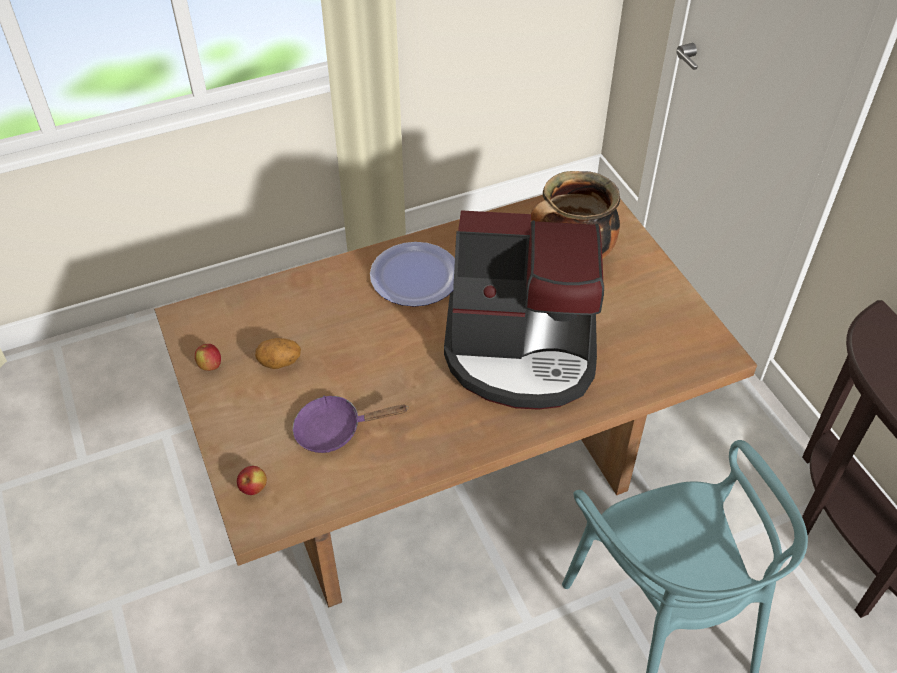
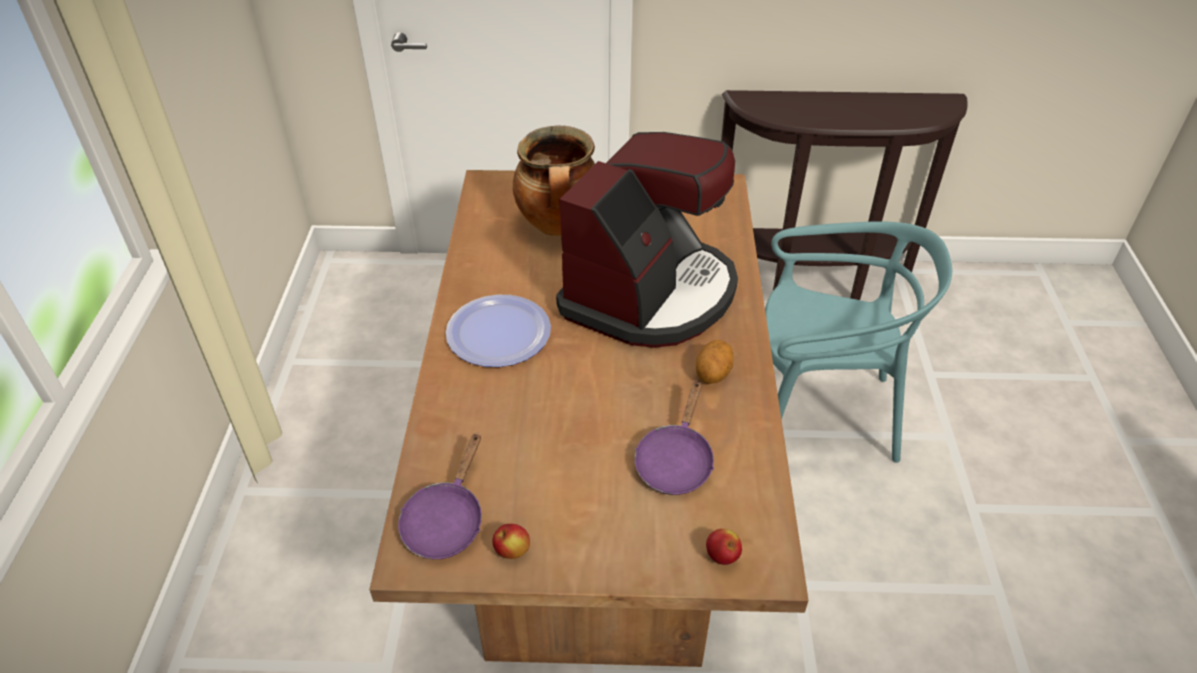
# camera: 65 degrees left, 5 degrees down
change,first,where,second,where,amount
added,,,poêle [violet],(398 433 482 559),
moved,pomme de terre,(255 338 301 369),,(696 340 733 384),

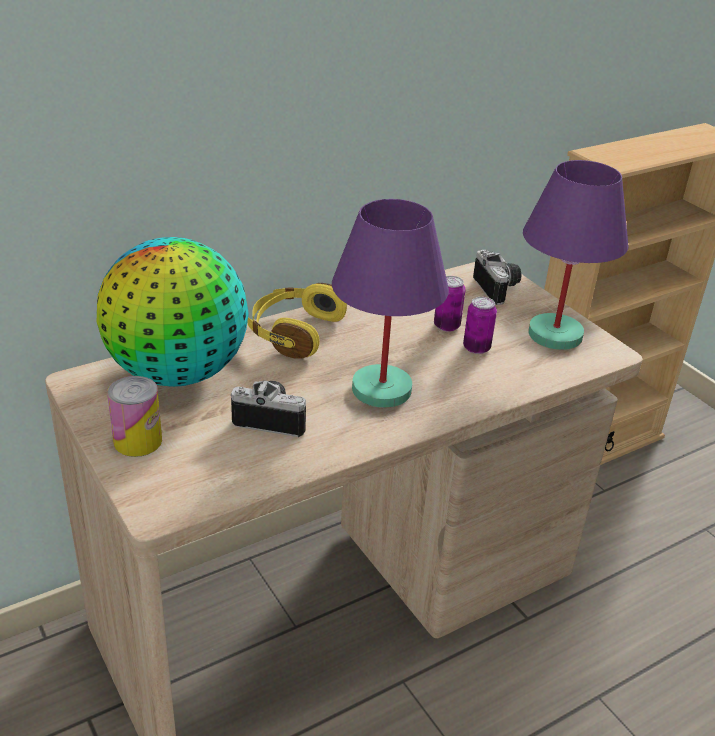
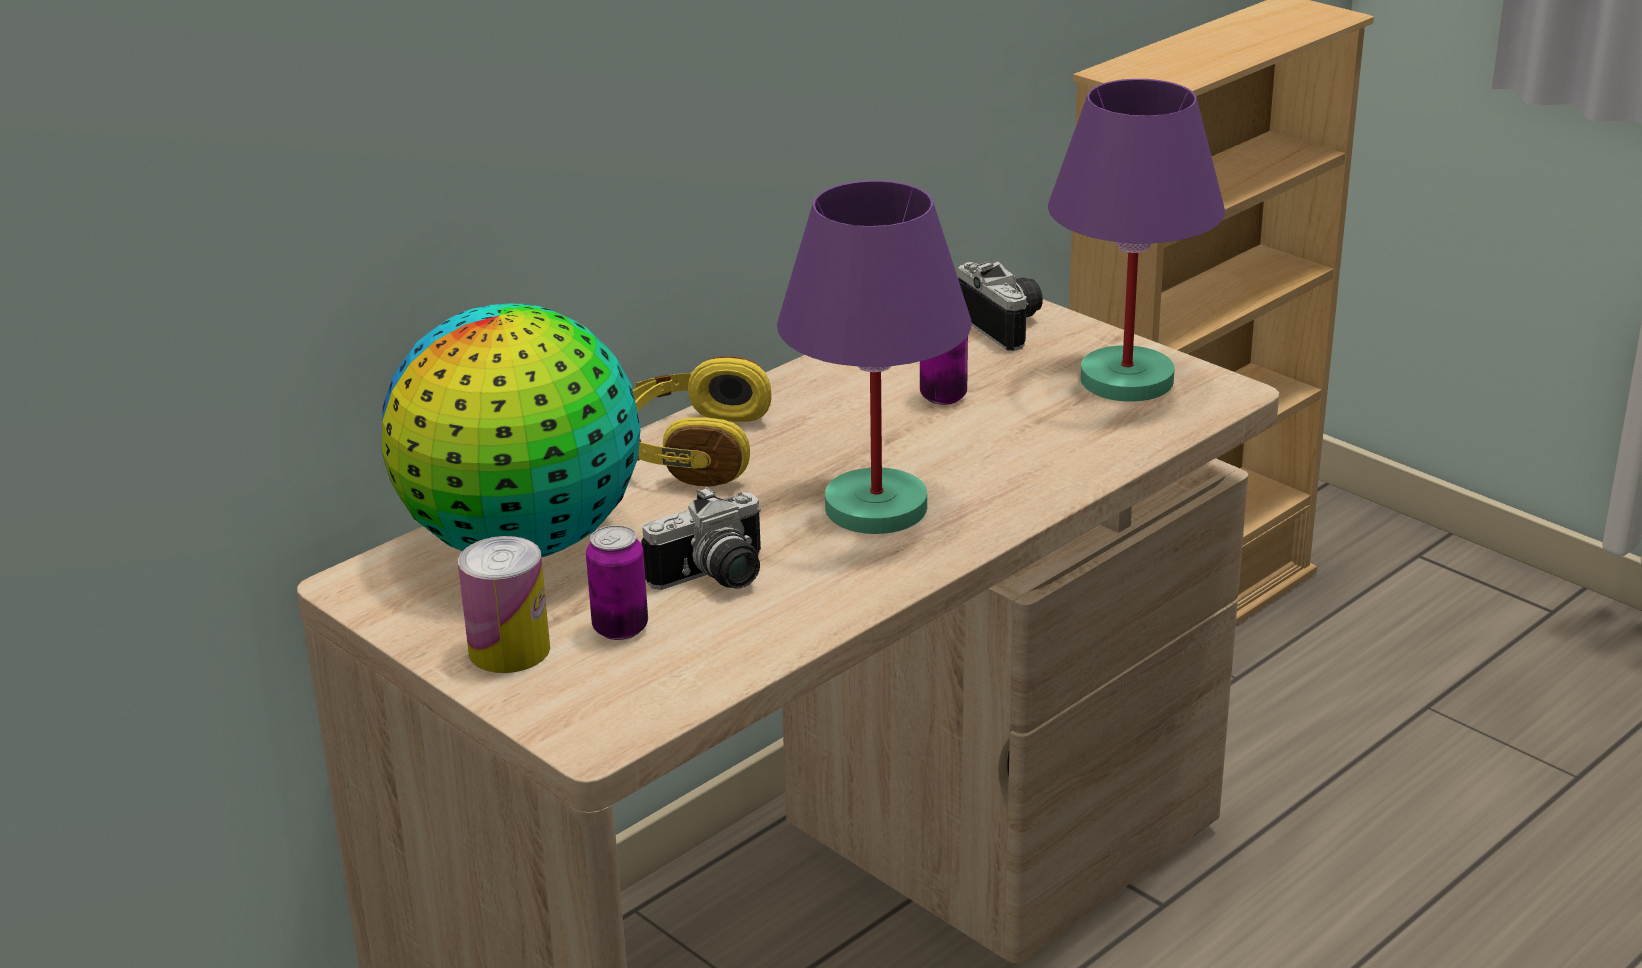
# camera: 10 degrees left, 5 degrees down
change,first,where,second,where,amount
moved,boîte métallique,(463 297 497 354),,(586 525 648 640),
turned,appareil photo,(231 380 306 437),,(641 487 761 590),150 degrees clockwise

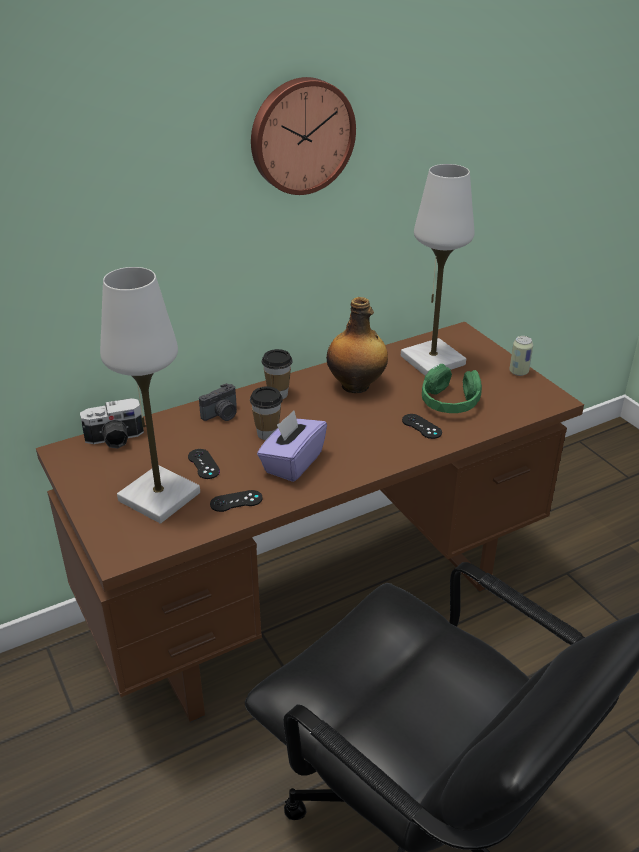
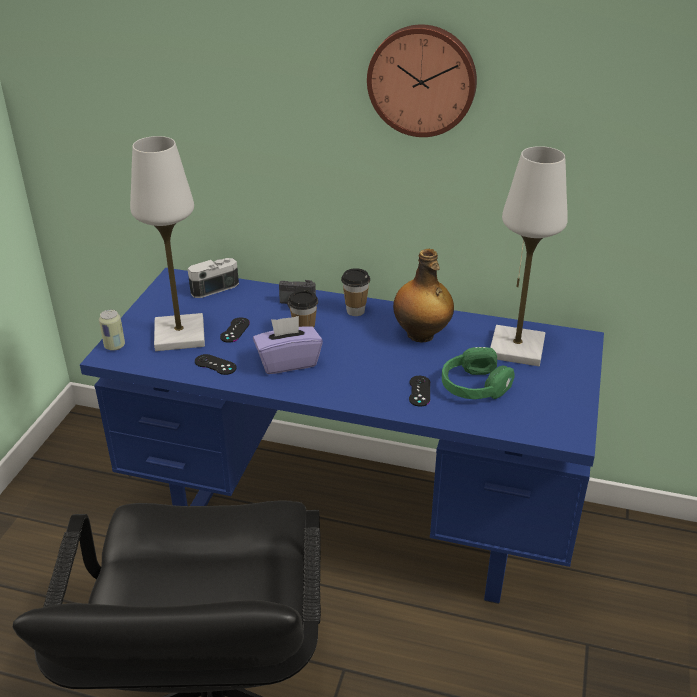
# camera: 45 degrees right, 0 degrees up
change,first,where,second,where,amount
recoloured,bureau [marron],(36 322 584 723),bureau [bleu],(80 268 604 604),
moved,boîte métallique,(510 336 533 376),,(99 310 125 351),
turned,appareil photo,(80 398 144 449),,(188 258 239 298),120 degrees clockwise

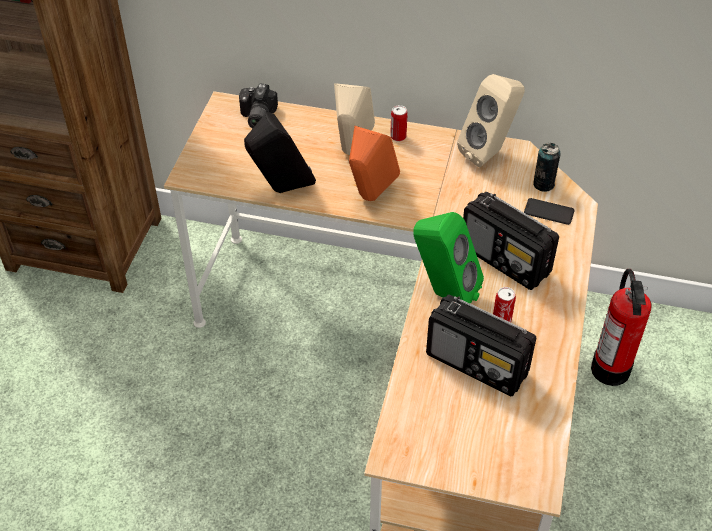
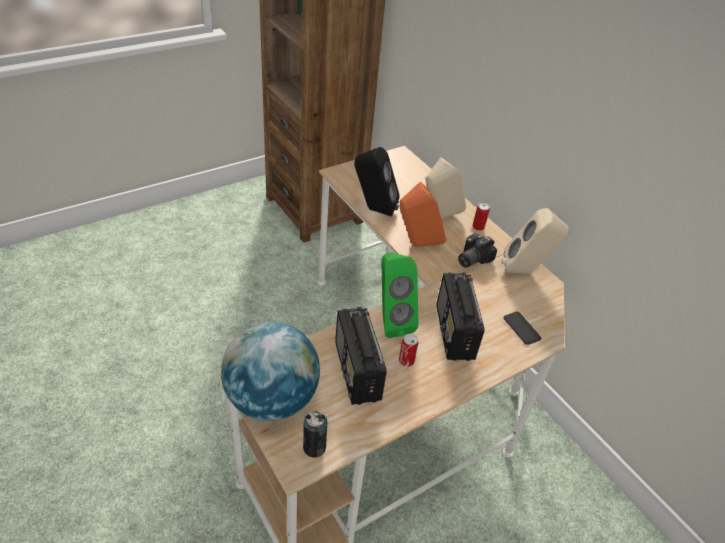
# camera: 40 degrees right, 5 degrees down
change,first,where,second,where,amount
added,,,globe,(221 322 320 421),
moved,boîte métallique,(533 143 561 192),,(303 411 327 458),
moved,appareil photo,(239 84 278 128),,(458 233 497 267),
removed,extincteur,(591 269 652 386),,,

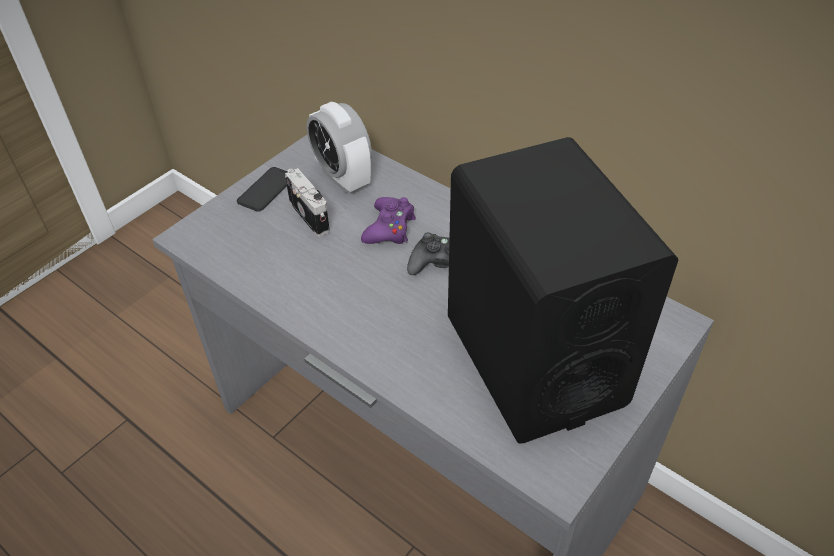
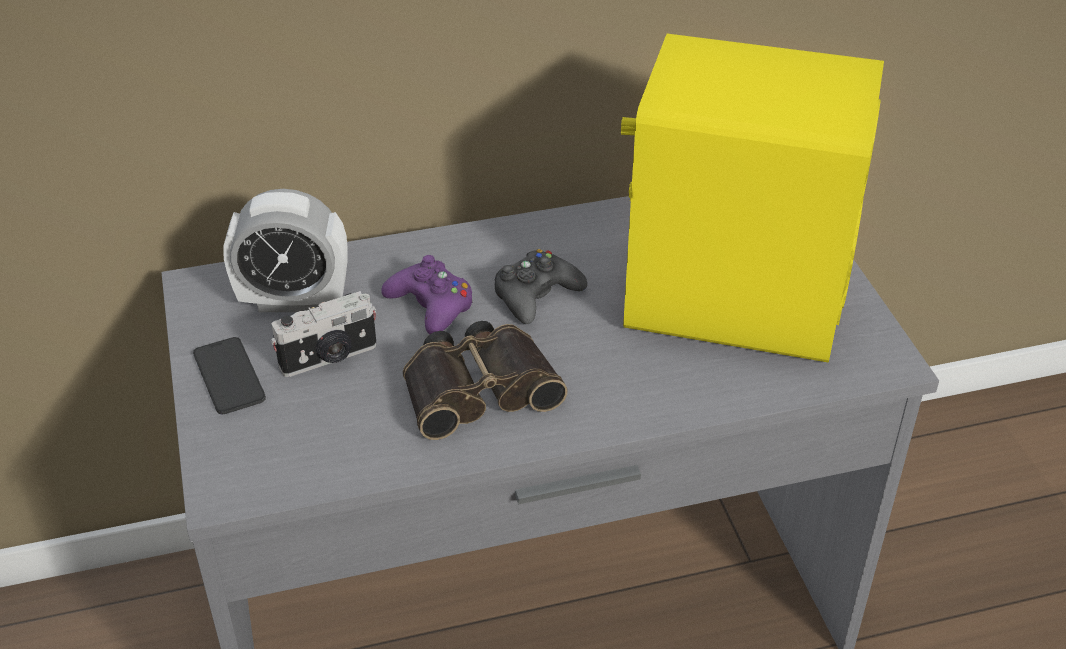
# camera: 55 degrees left, 5 degrees down
change,first,where,second,where,amount
turned,appareil photo,(285 168 330 237),,(271 291 377 377),150 degrees clockwise
added,,,jumelles,(403 321 567 440),
recoloured,enceinte [noir],(448 137 678 444),enceinte [jaune],(621 34 884 363),

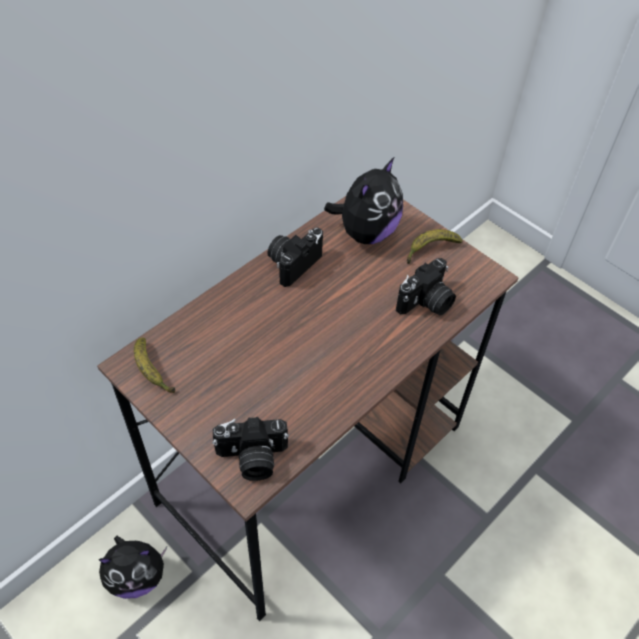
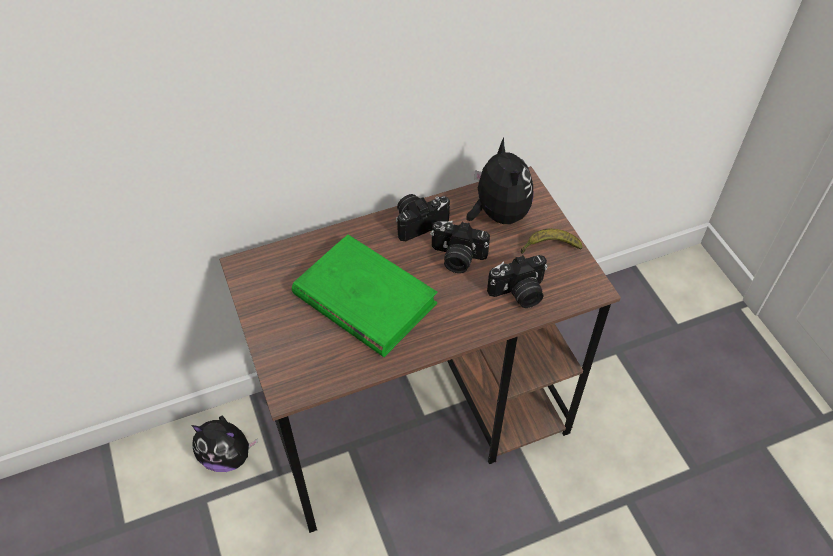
# camera: 25 degrees right, 0 degrees up
change,first,where,second,where,amount
added,,,livre [vert],(292 235 438 357),
moved,appareil photo,(212 417 289 481),,(430 221 490 273),
turned,peluche,(324 157 403 244),,(467 138 533 224),75 degrees counterclockwise
removed,banane,(134 338 175 393),,,

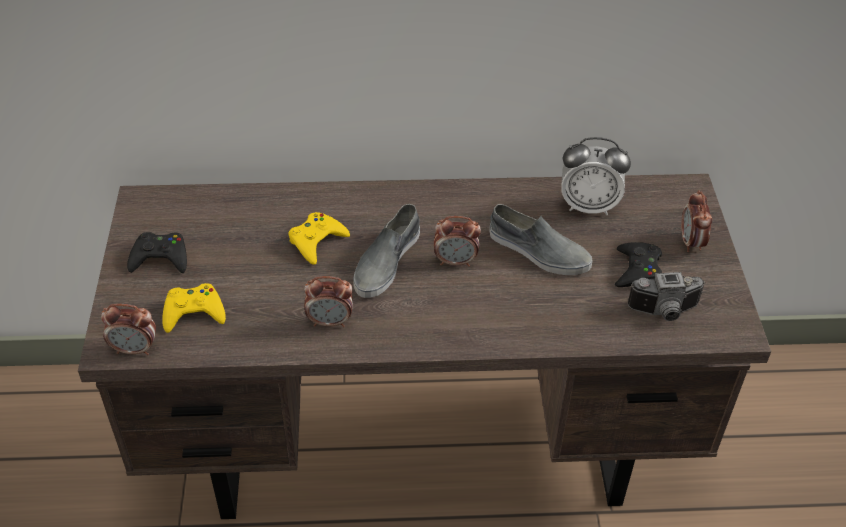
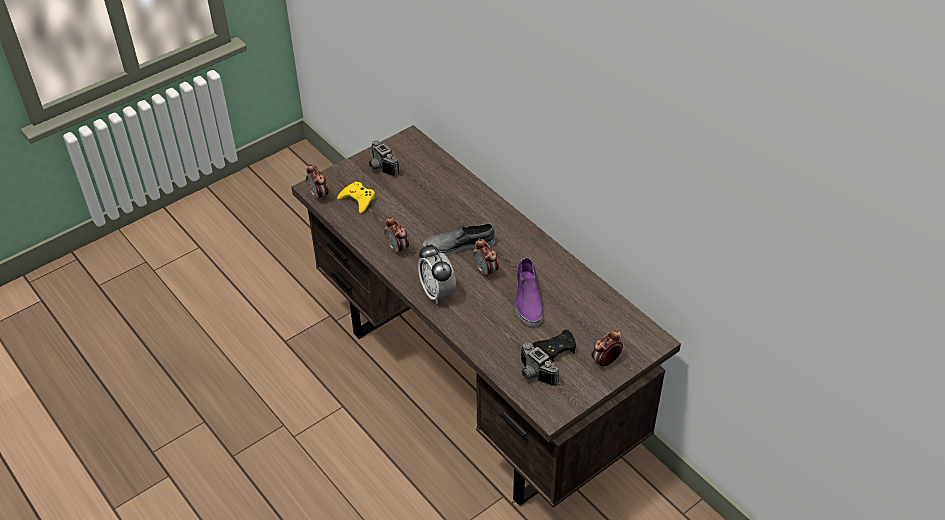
# camera: 55 degrees right, 0 degrees up
change,first,where,second,where,amount
replaced,manette [noir],(127 232 187 273),appareil photo,(369 140 399 176),
moved,réveil,(561 137 631 215),,(418 244 456 304),
recoloured,chaussure [gris],(489 204 593 275),chaussure [violet],(516 258 543 327),
removed,manette [jaune],(288 212 350 265),,,

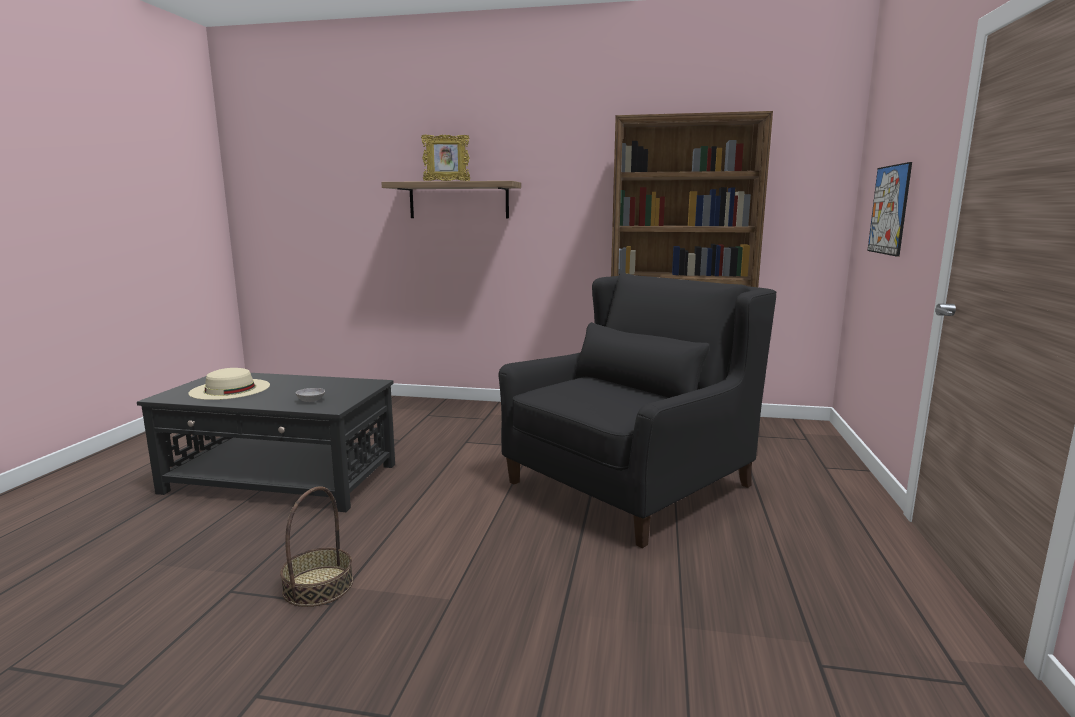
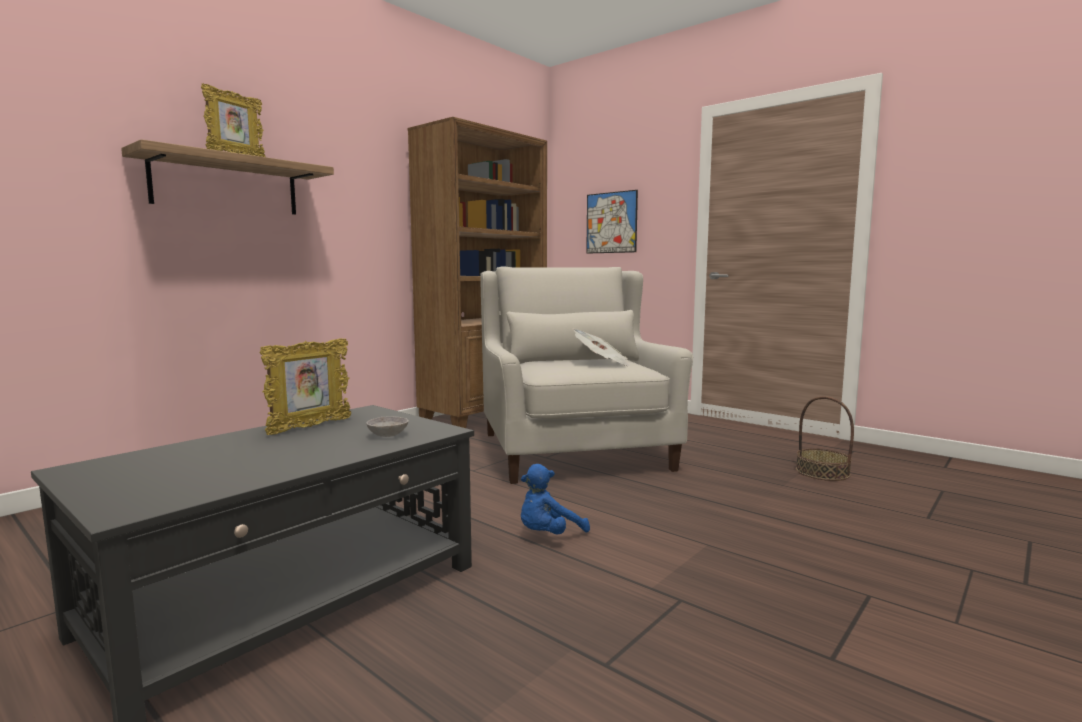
# camera: 60 degrees left, 5 degrees down
change,first,where,second,where,amount
added,,,cadre photo,(260 339 351 435),
recoloured,fauteuil [noir],(499 273 776 548),fauteuil [blanc],(480 266 693 484),
added,,,peluche [bleu],(521 464 590 535),
added,,,journal,(573 329 629 366),
moved,panier,(280 486 353 607),,(796 396 854 481),
removed,chapeau [beige],(188 368 270 400),,,

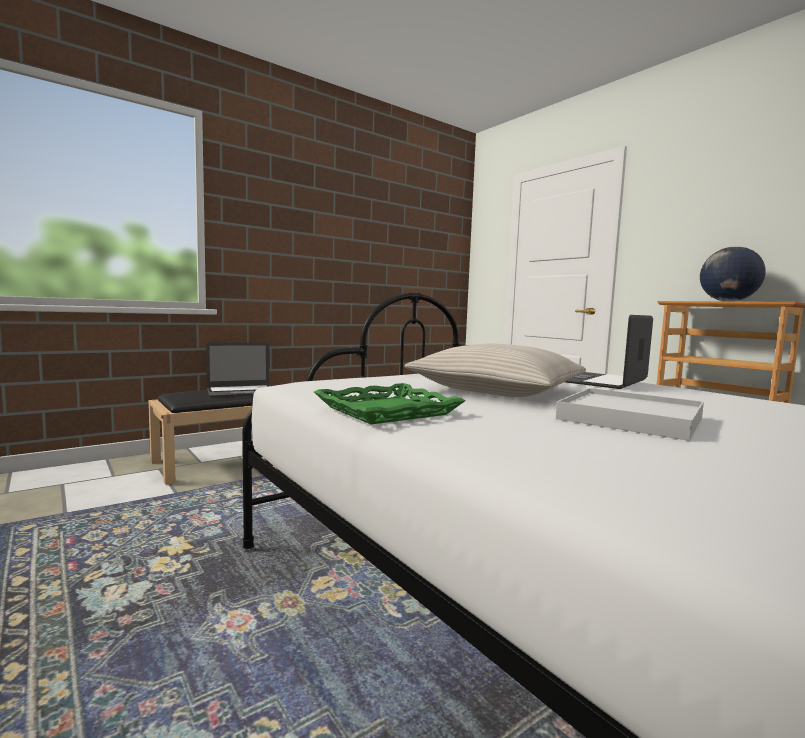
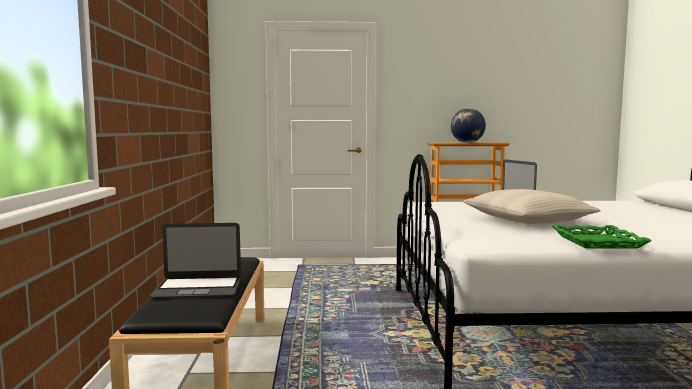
# camera: 55 degrees left, 0 degrees up
change,first,where,second,where,amount
turned,ordinateur portable,(206 343 269 397),,(149 223 241 298),75 degrees clockwise
removed,plateau [blanc],(556 388 704 441),,,

